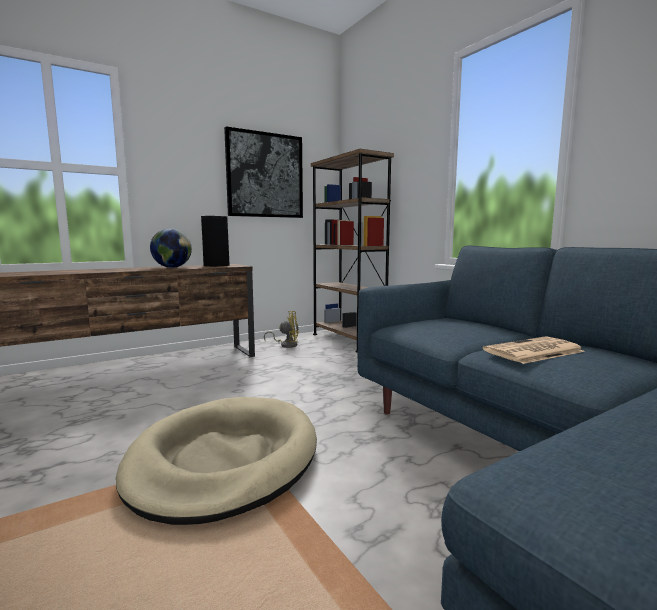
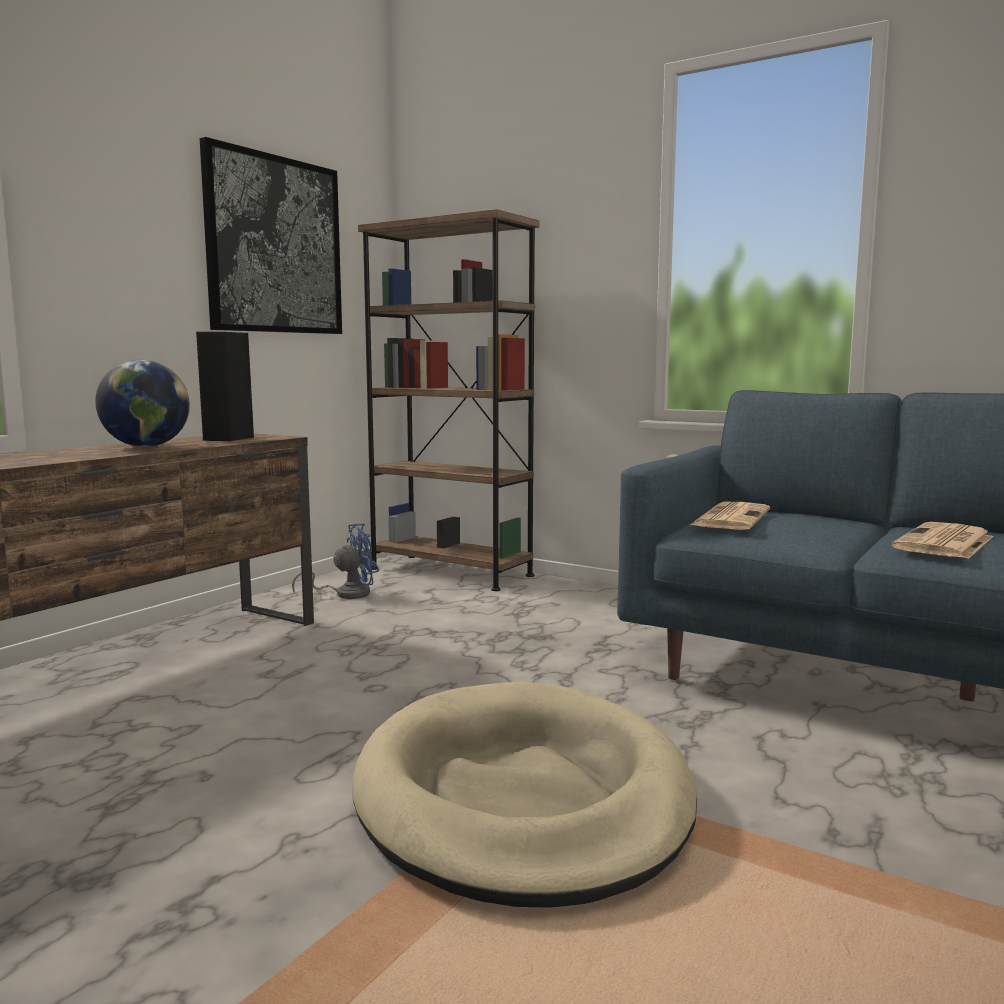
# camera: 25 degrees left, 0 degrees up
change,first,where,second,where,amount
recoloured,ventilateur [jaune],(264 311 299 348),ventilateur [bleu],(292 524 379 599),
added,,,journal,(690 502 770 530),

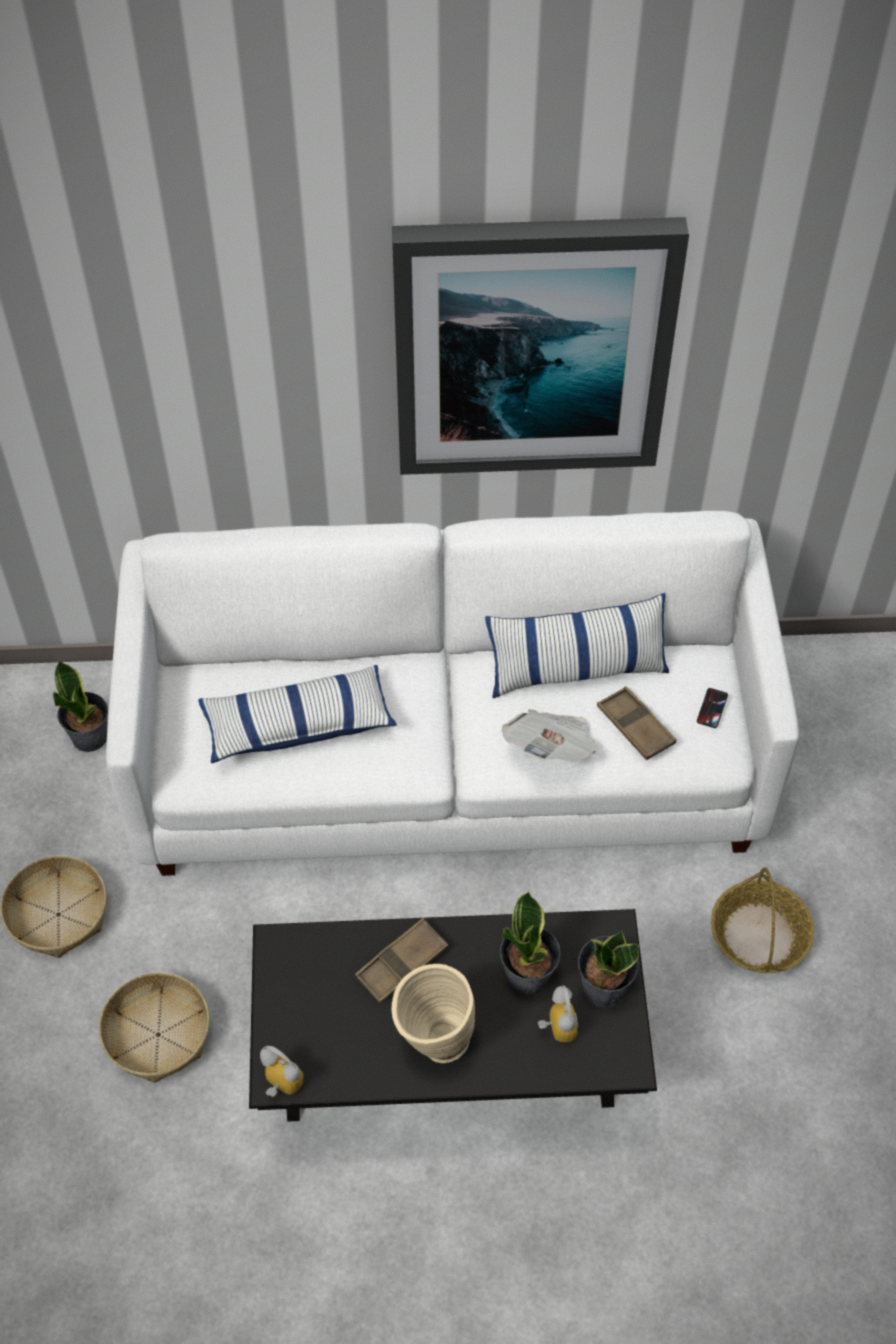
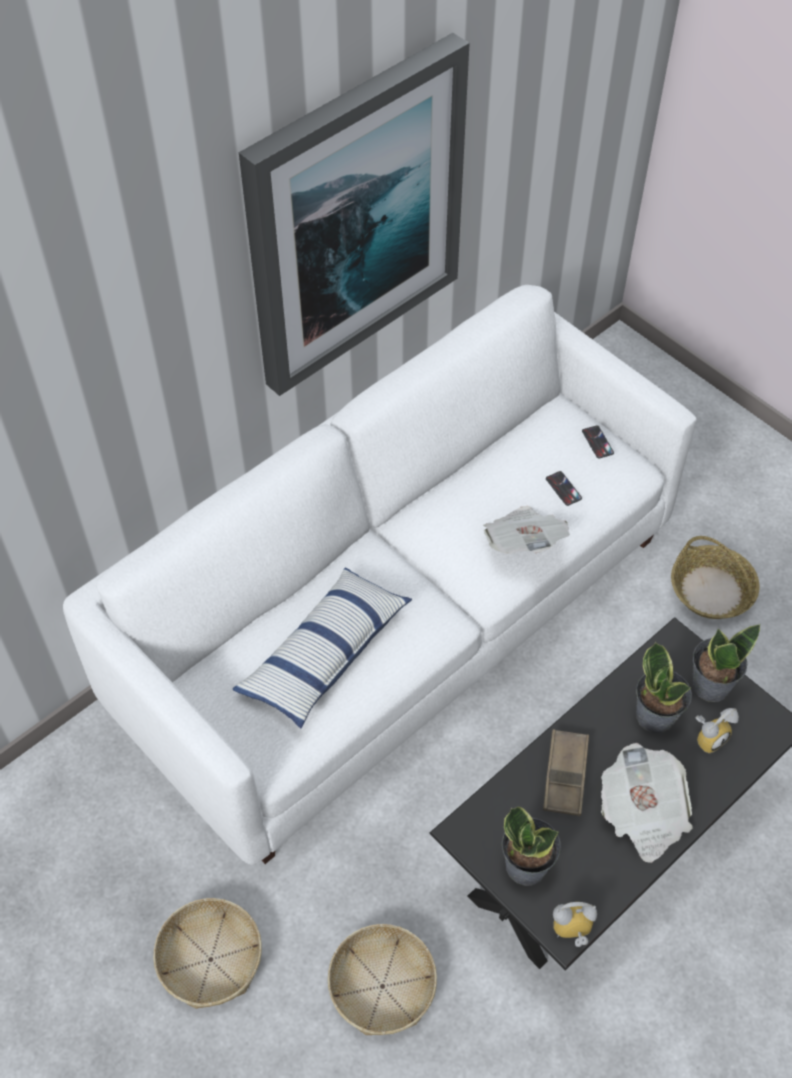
# camera: 40 degrees left, 0 degrees up
change,first,where,second,where,amount
moved,plante en pot,(53 660 108 752),,(502 807 561 886),
replaced,plateau [marron],(597 687 676 760),téléphone,(546 471 582 506),
replaced,vase [beige],(392 964 475 1063),journal,(601 743 693 863),
turned,réveil,(538 985 578 1042),,(695 708 739 753),105 degrees clockwise
removed,coussin,(485 593 669 698),,,

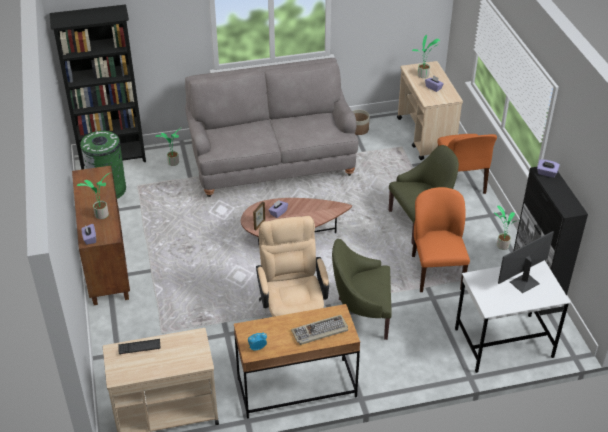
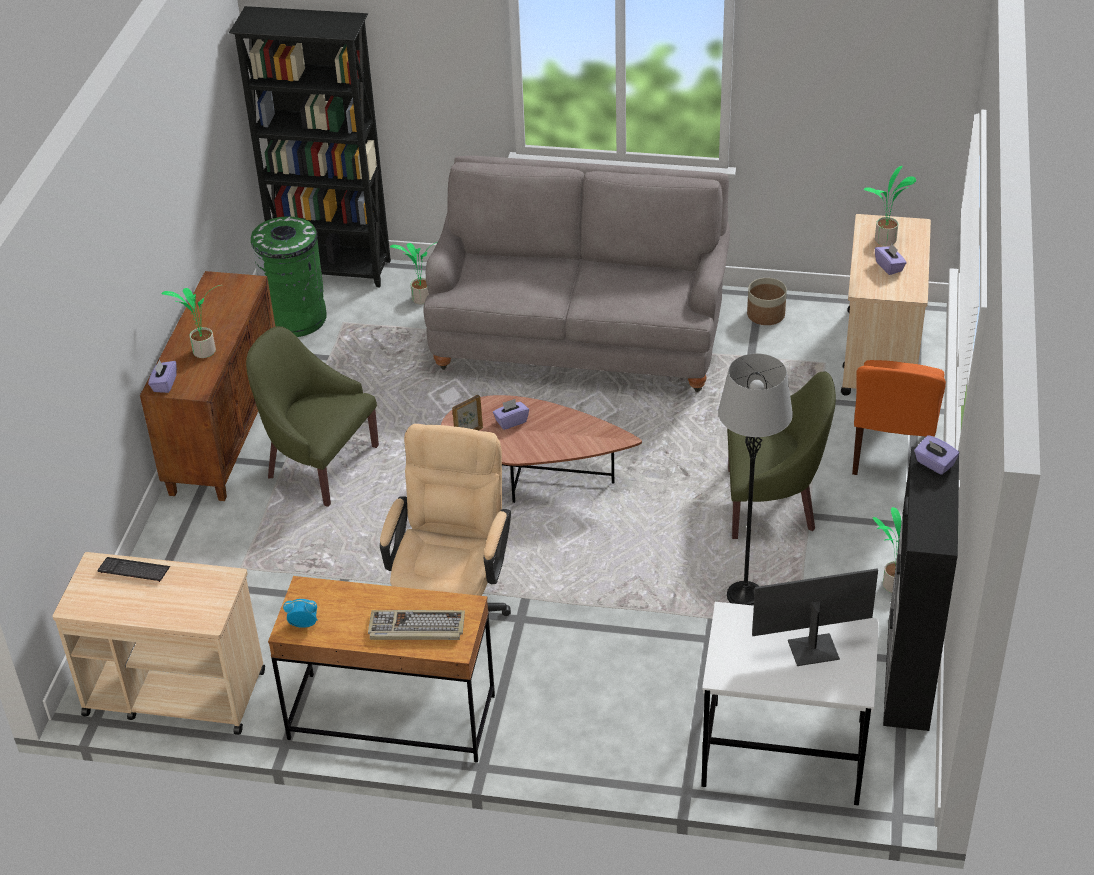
# camera: 25 degrees right, 0 degrees up
change,first,where,second,where,amount
moved,fauteuil [vert],(332 239 392 340),,(246 326 379 507),
replaced,chaise [orange],(412 187 470 292),lampadaire [gris],(718 353 793 606),

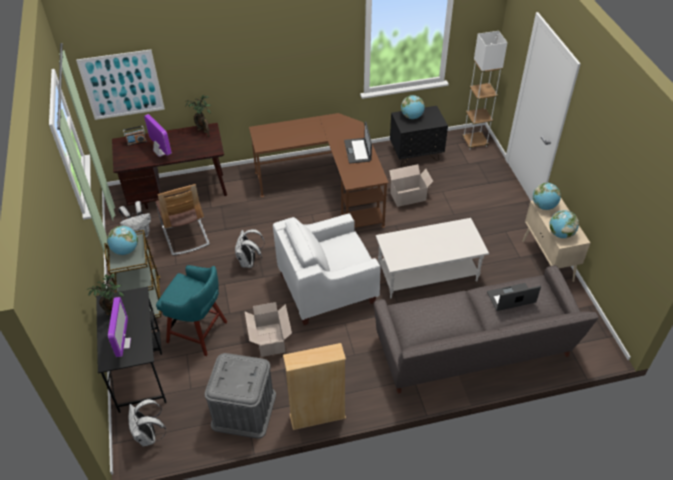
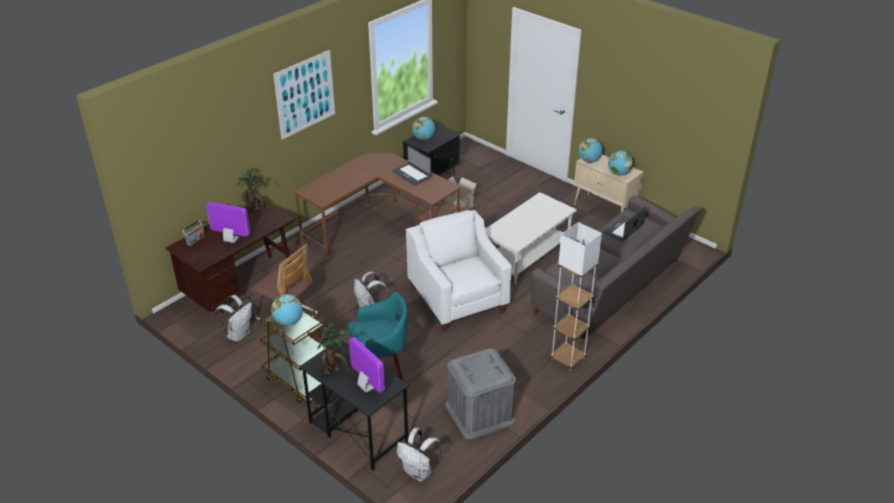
# camera: 35 degrees left, 10 degrees down
change,first,where,second,where,amount
moved,tableau,(76 49 165 120),,(273 50 335 139),
turned,fauteuil [blanc],(273 213 381 325),,(406 210 512 332),120 degrees clockwise
moved,lampadaire [blanc],(462 31 508 149),,(550 222 602 370),
removed,carton,(244 302 292 357),,,
removed,bibliothèque [beige],(283 343 346 430),,,

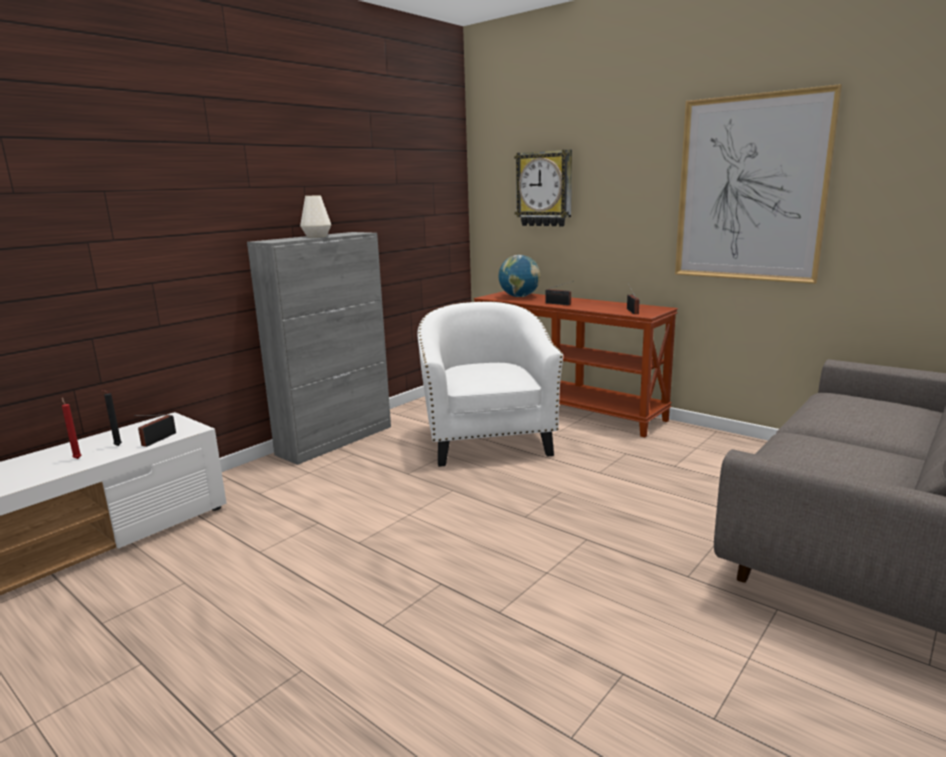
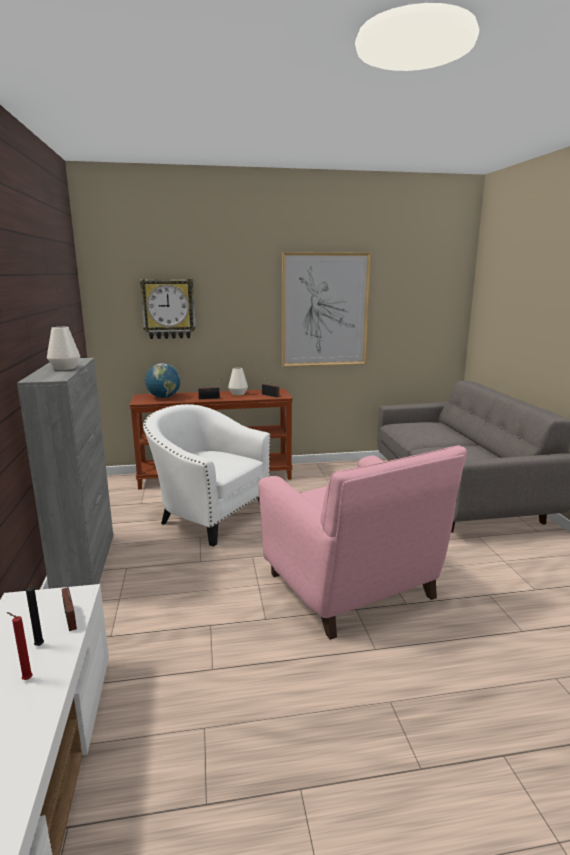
# camera: 50 degrees left, 0 degrees up
change,first,where,second,where,amount
added,,,vase [blanc],(228 368 248 396),
added,,,fauteuil [rose],(258 445 467 640),

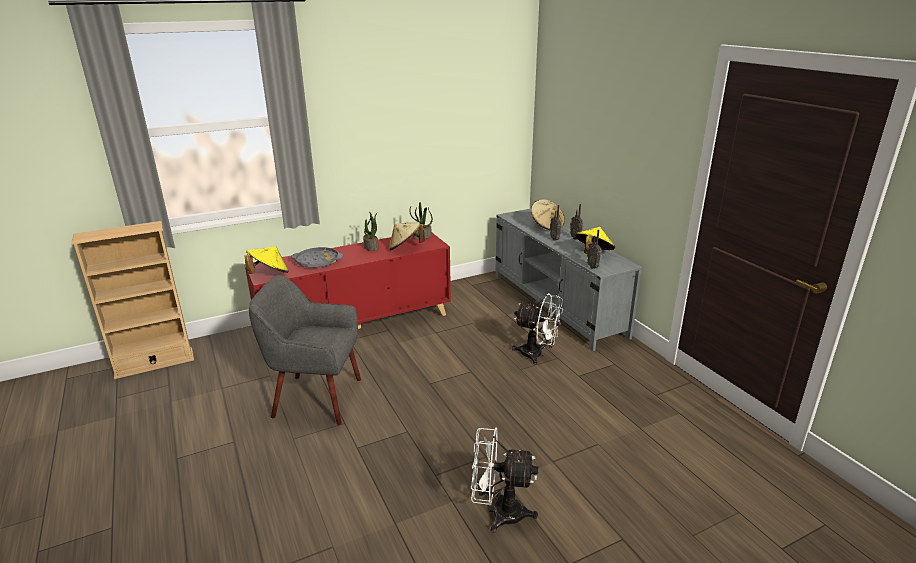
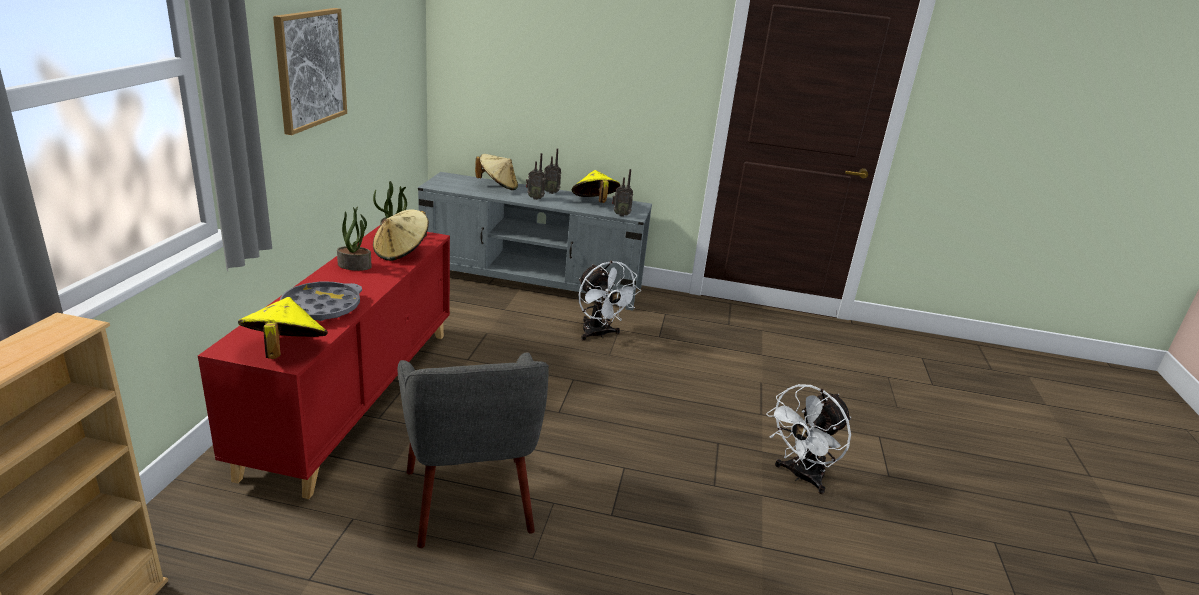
# camera: 55 degrees left, 0 degrees up
change,first,where,second,where,amount
added,,,tableau,(273 8 347 135),
turned,fauteuil [gris],(249 275 361 425),,(398 352 549 548),60 degrees counterclockwise
turned,ventilateur [blanc],(512 293 563 365),,(579 261 641 341),90 degrees clockwise

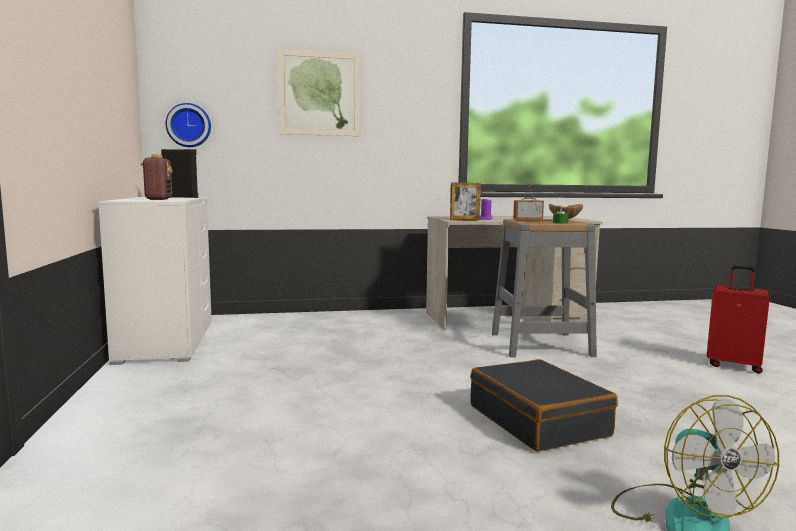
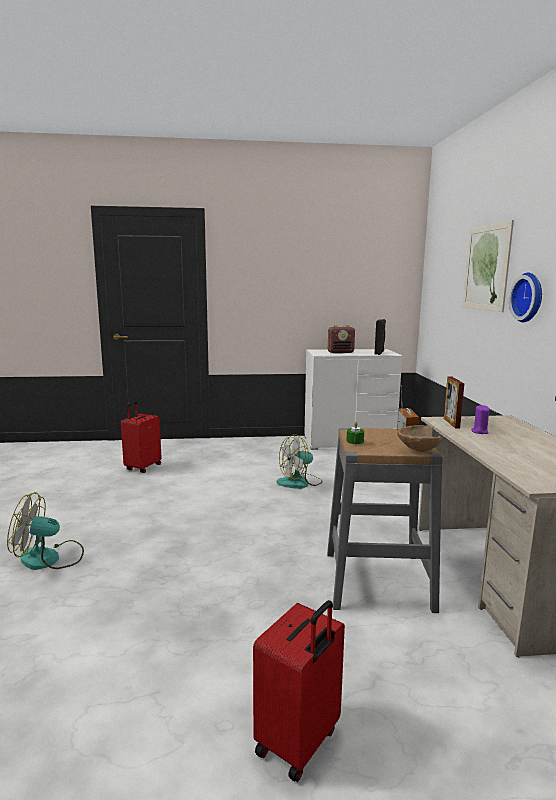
# camera: 95 degrees right, 5 degrees up
change,first,where,second,where,amount
added,,,valise [rouge],(121 401 162 473),
added,,,ventilateur,(277 434 323 489),
moved,horloge murale,(166 103 211 147),,(509 273 542 322),
removed,valise [noir],(470 359 618 451),,,

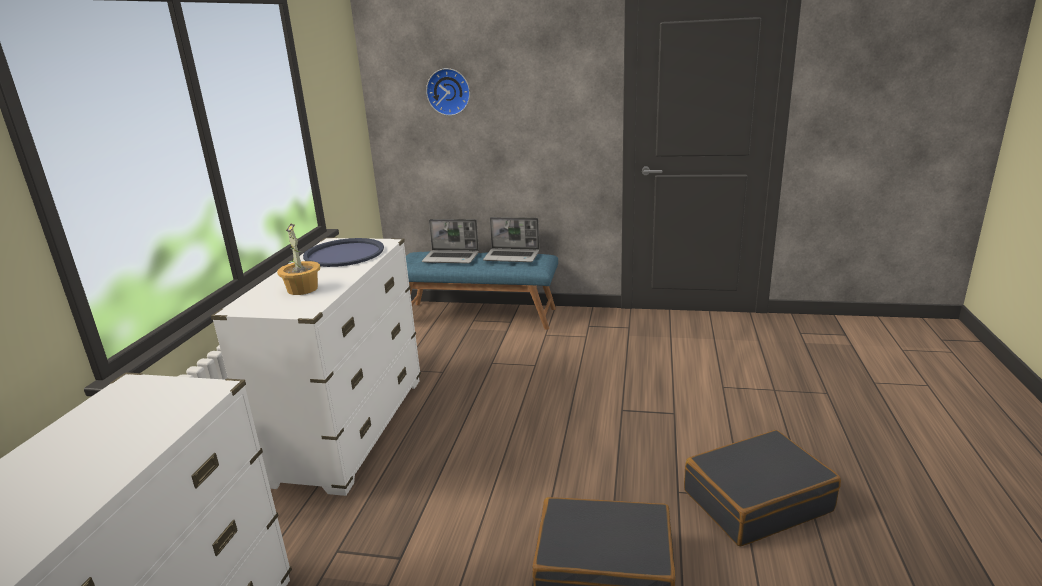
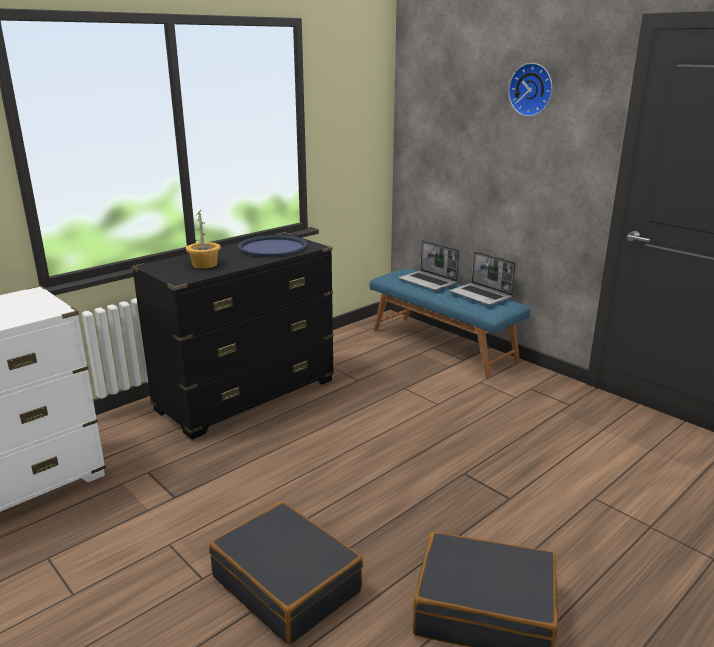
# camera: 35 degrees right, 0 degrees up
change,first,where,second,where,amount
recoloured,commode [blanc],(211 237 421 496),commode [noir],(132 232 334 439),
moved,horloge murale,(426 68 470 116),,(508 63 552 117),

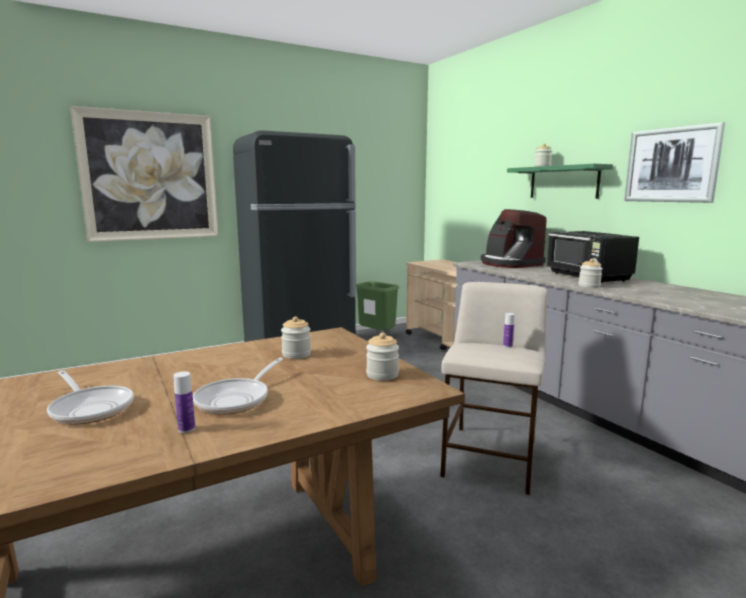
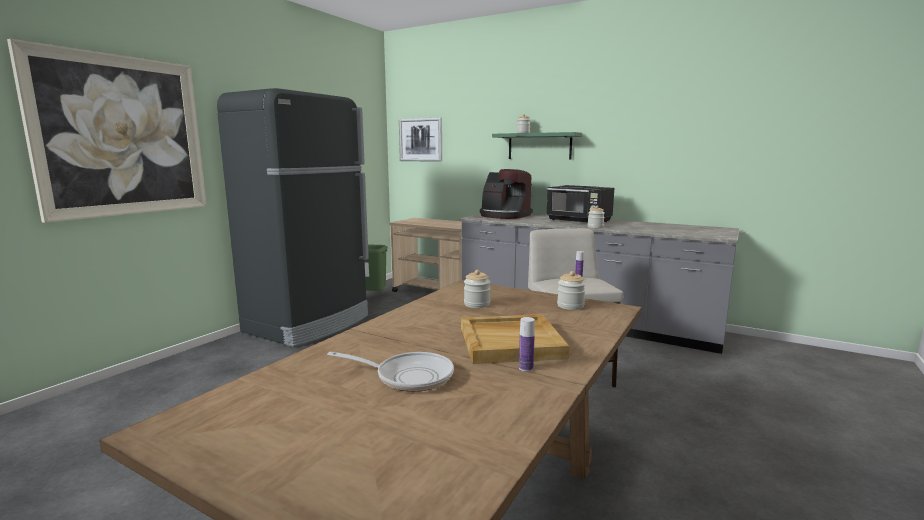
# camera: 30 degrees left, 0 degrees up
change,first,where,second,where,amount
moved,tableau,(624 122 725 203),,(399 117 442 162),
replaced,poêle,(193 357 283 415),plateau [beige],(461 314 570 364),

